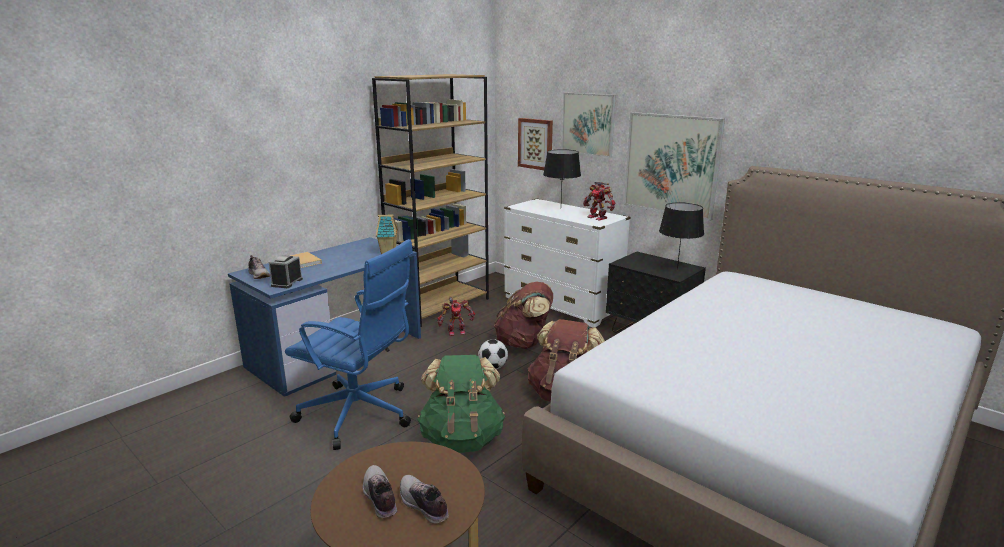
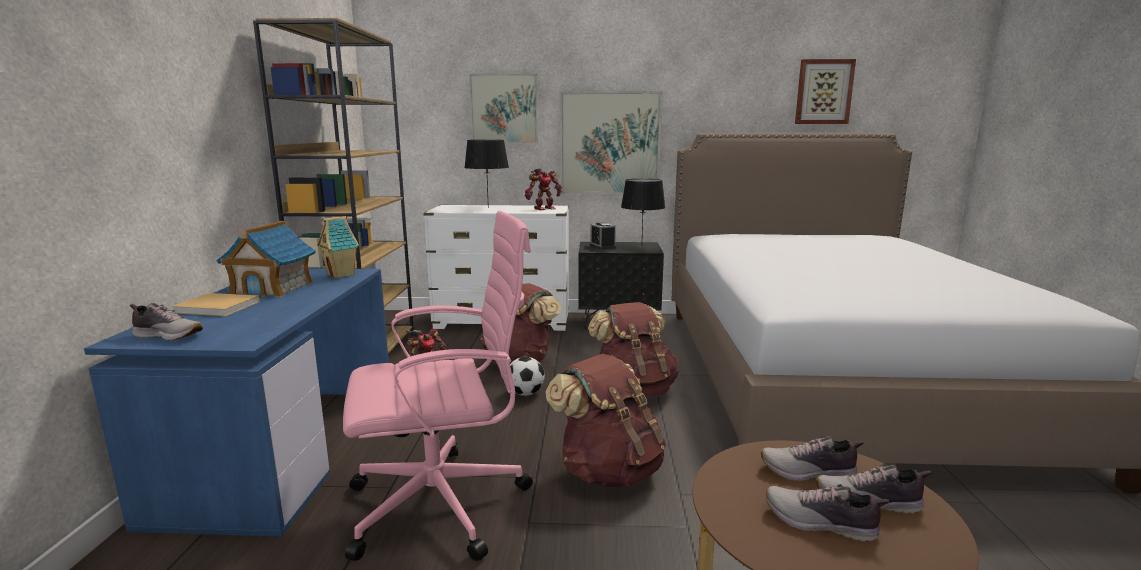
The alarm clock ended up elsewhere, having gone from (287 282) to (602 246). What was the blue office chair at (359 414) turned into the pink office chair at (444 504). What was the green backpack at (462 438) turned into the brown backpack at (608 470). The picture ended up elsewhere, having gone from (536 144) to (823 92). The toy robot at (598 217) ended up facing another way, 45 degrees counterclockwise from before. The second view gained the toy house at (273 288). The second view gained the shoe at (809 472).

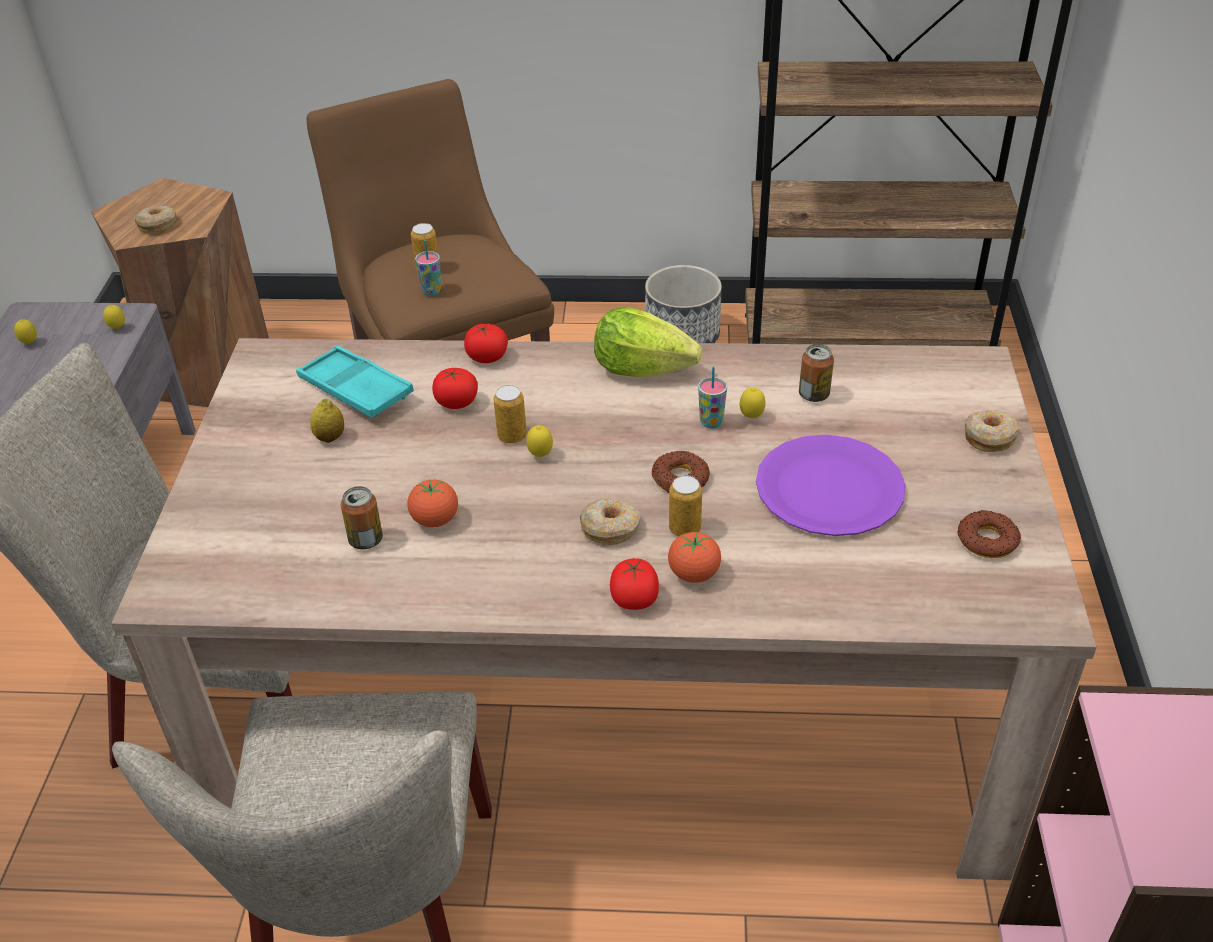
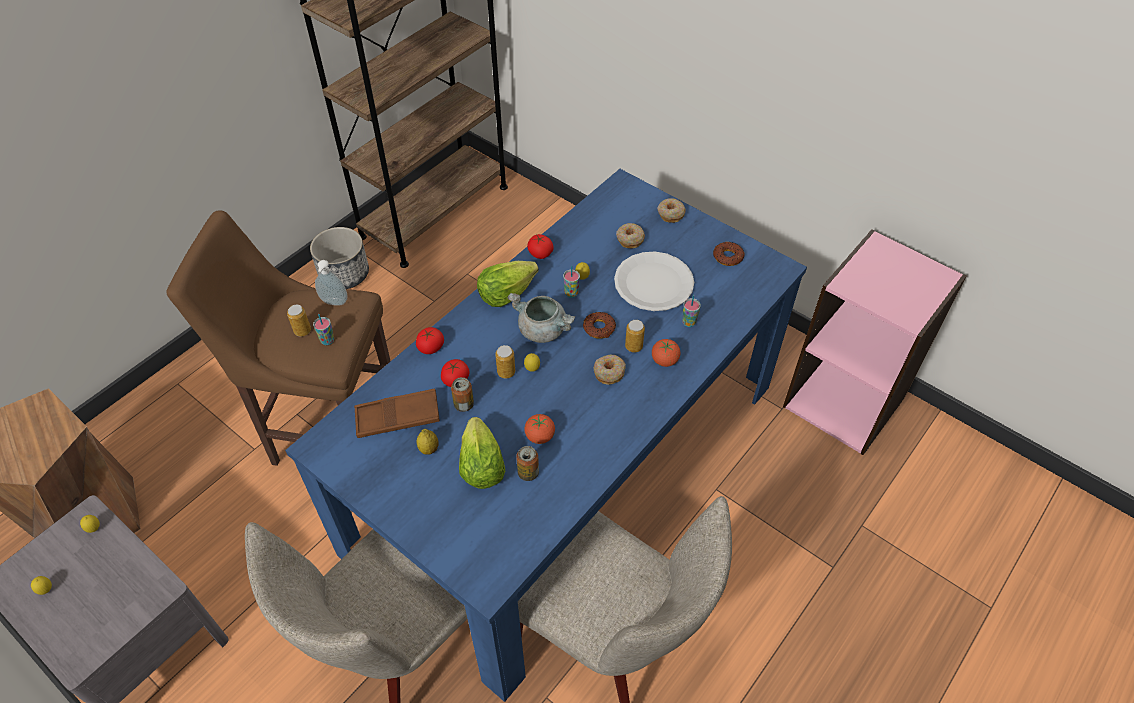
What was the beige dining table at (614 706) turned into the blue dining table at (567 466). The donut ended up elsewhere, having gone from (157 224) to (629 239). What was the turquoise tray at (355 389) turned into the brown tray at (398 417). The tomato ended up elsewhere, having gone from (634 599) to (540 254). What was the purple plate at (830 488) turned into the white plate at (653 283). The can ended up elsewhere, having gone from (814 395) to (464 404). The second view gained the soap dispenser at (334 303). The second view gained the lettuce at (481 467). The second view gained the grey cooking pot at (543 330). The second view gained the cup at (689 322).

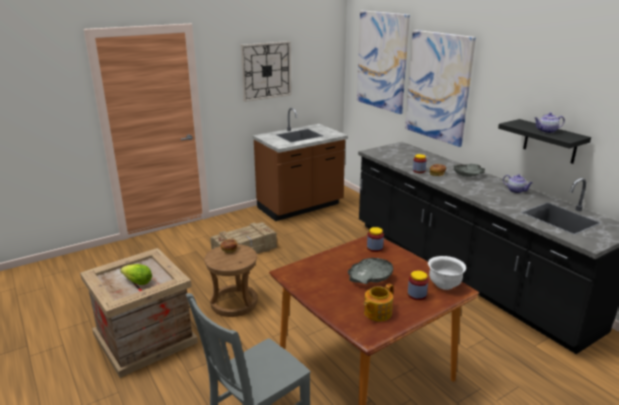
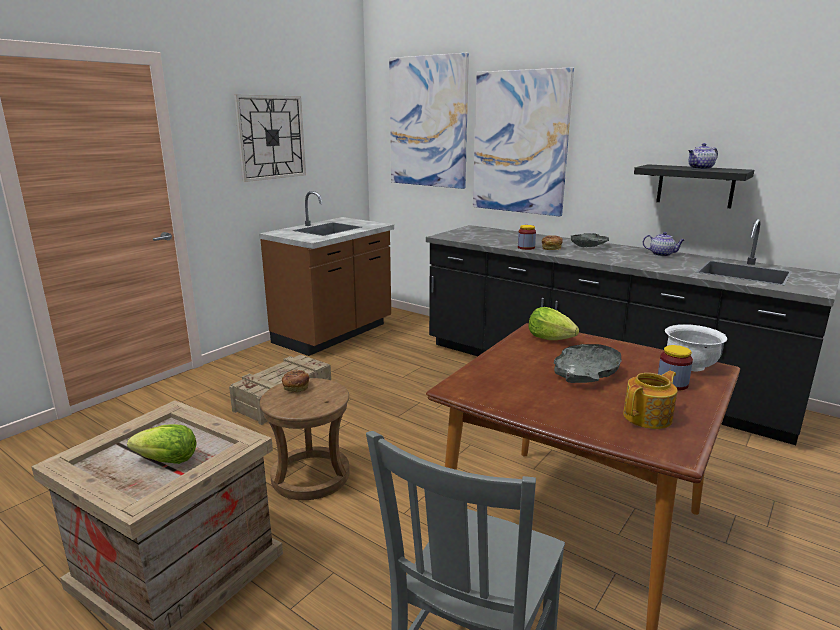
The teapot at (377 313) ended up facing another way, 150 degrees counterclockwise from before. Where the jar stood at (374 248), the lettuce came to stand at (550 338).

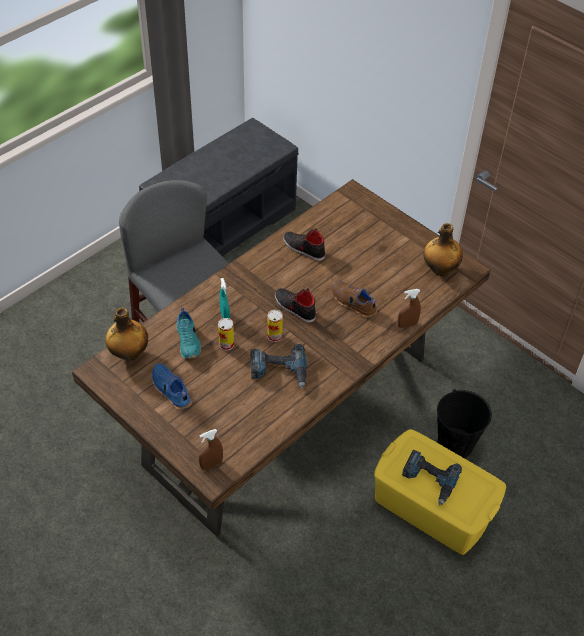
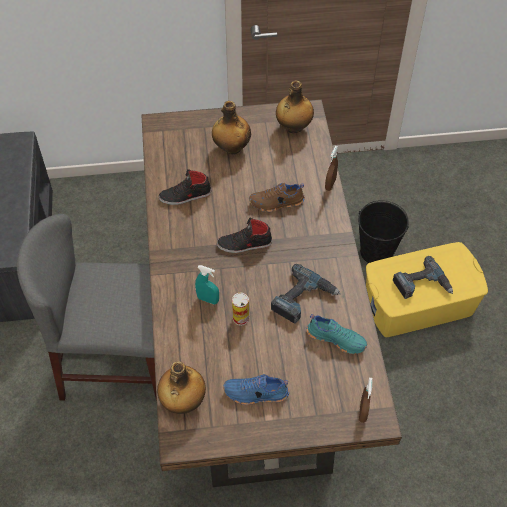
The turquoise shoe ended up elsewhere, having gone from (189 341) to (336 338). The second view lost the can at (274 336). The second view gained the bottle at (231 148).

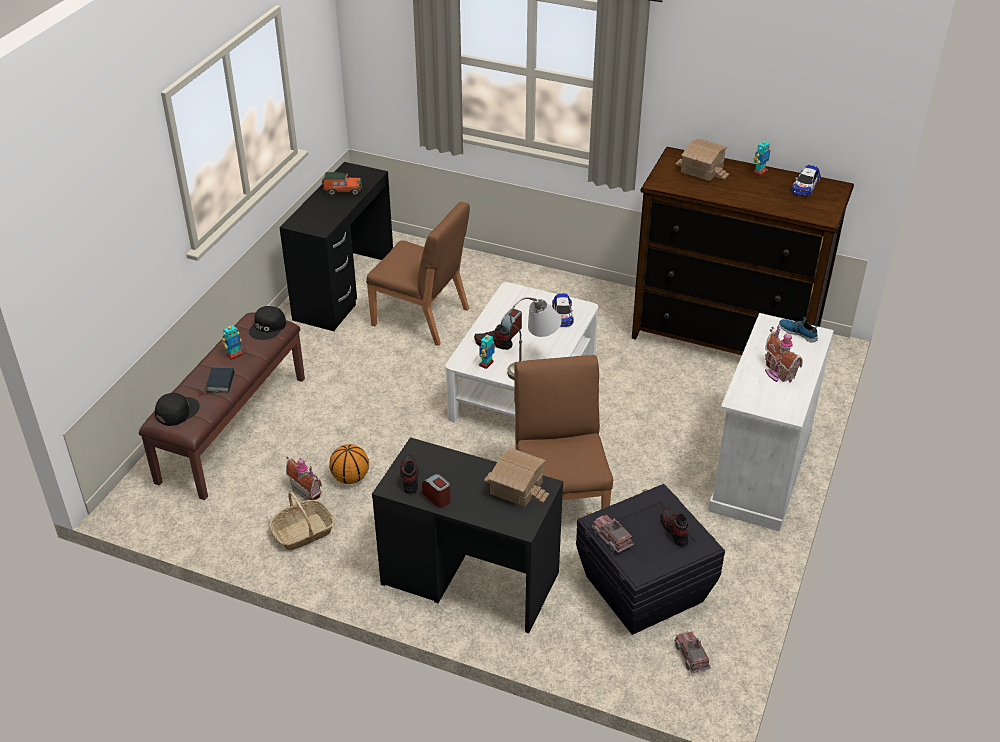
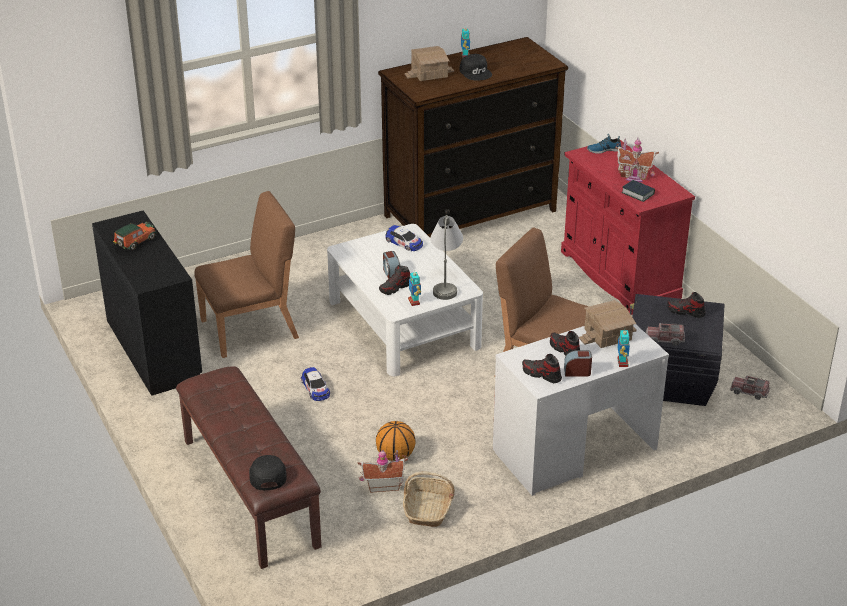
The book ended up elsewhere, having gone from (221 383) to (637 193). The toy robot ended up elsewhere, having gone from (234 355) to (622 362). The black cap ended up elsewhere, having gone from (268 327) to (476 72). What was the black desk at (469 578) turned into the white desk at (574 449). What was the white cabinet at (760 471) turned into the red cabinet at (619 275). The toy car ended up elsewhere, having gone from (805 186) to (315 388). The second view gained the shoe at (565 350).

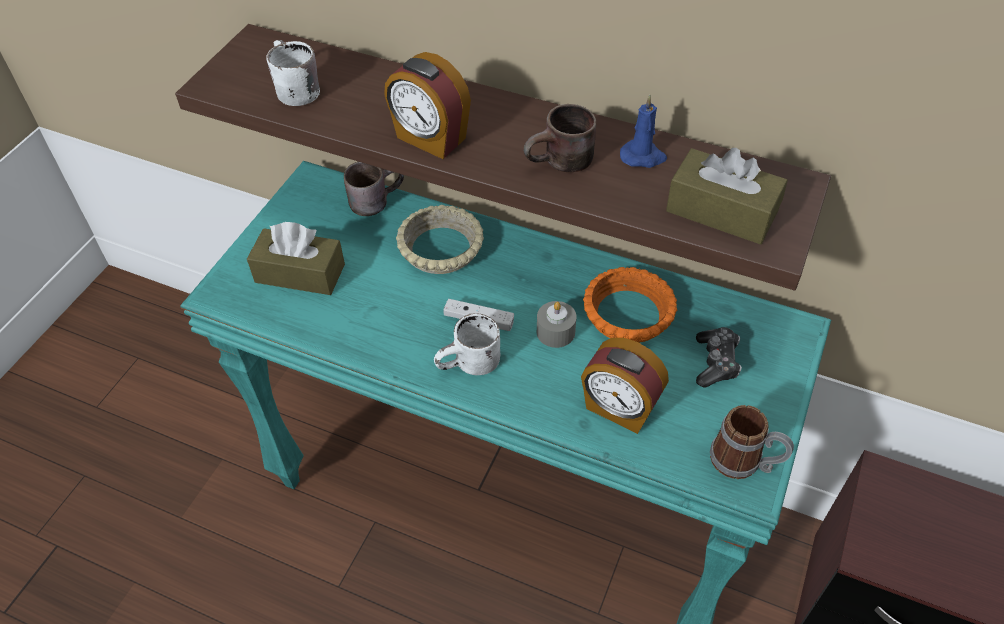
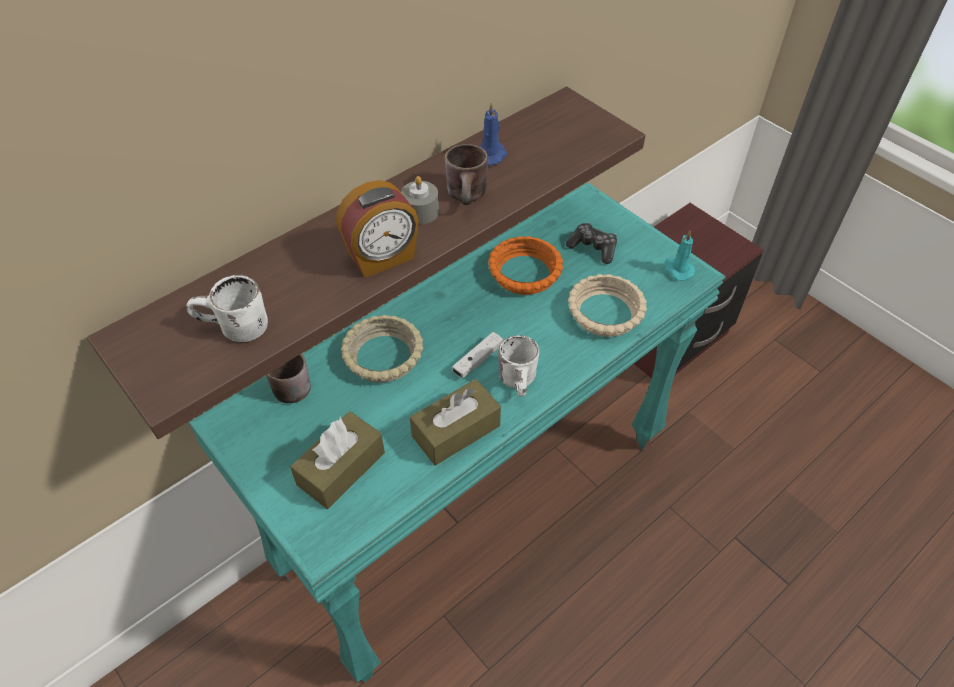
The grey candle ended up elsewhere, having gone from (555 332) to (420 211). Where the alarm clock stood at (619 408), the beige bowl came to stand at (605 312). The brown tissue box ended up elsewhere, having gone from (721 211) to (456 431). Where the mug stood at (744 462), the turquoise candle came to stand at (677 270).

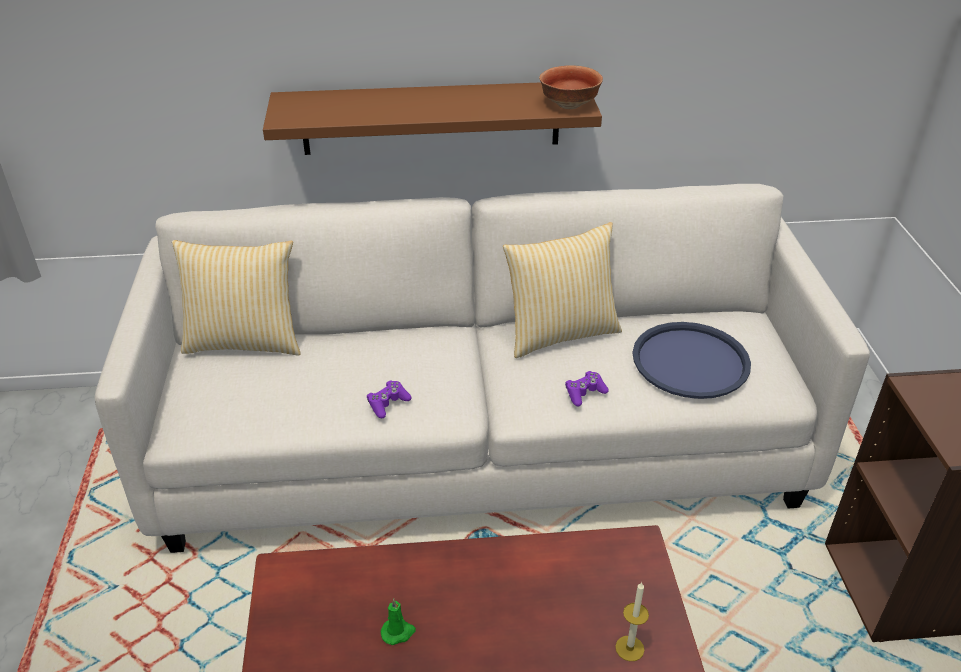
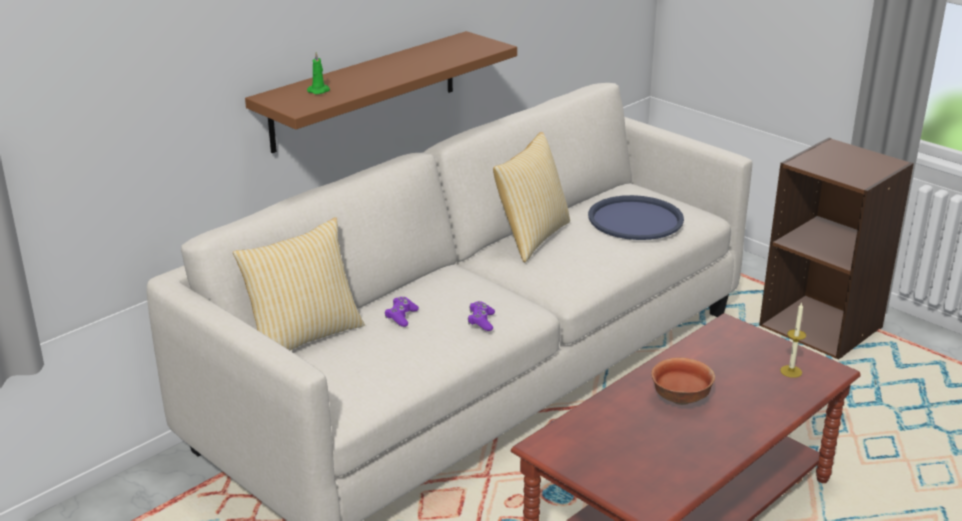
The green candle ended up elsewhere, having gone from (398 632) to (319 91). The bowl ended up elsewhere, having gone from (568 105) to (681 399). The purple game controller ended up elsewhere, having gone from (584 393) to (401 317).

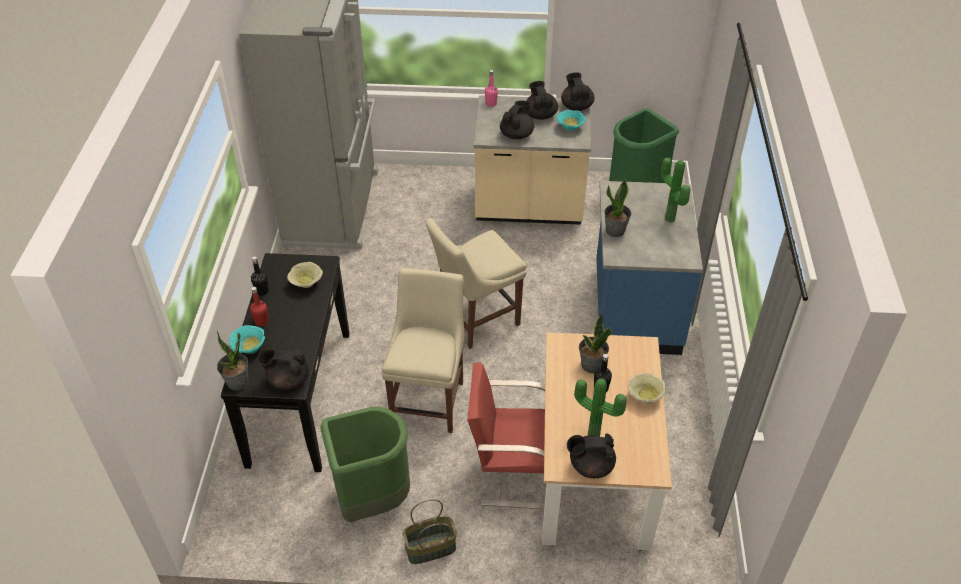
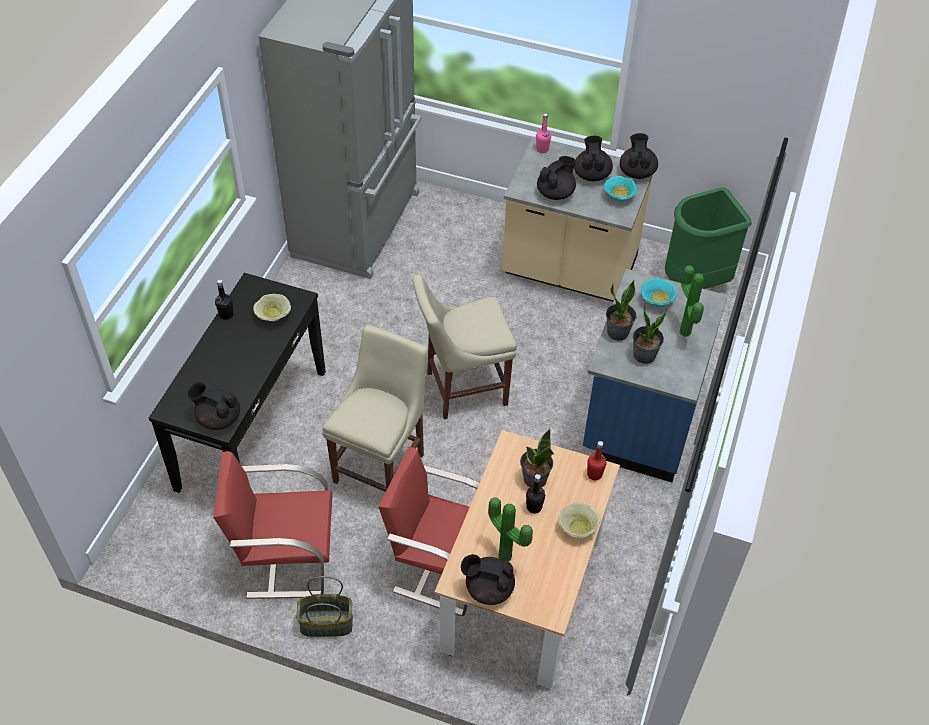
The potted plant ended up elsewhere, having gone from (237 382) to (644 355). The turquoise bowl ended up elsewhere, having gone from (249 347) to (657 300). The red bottle ended up elsewhere, having gone from (261 321) to (594 474). Where the green trash can stood at (371 500), the red chair came to stand at (285 558).

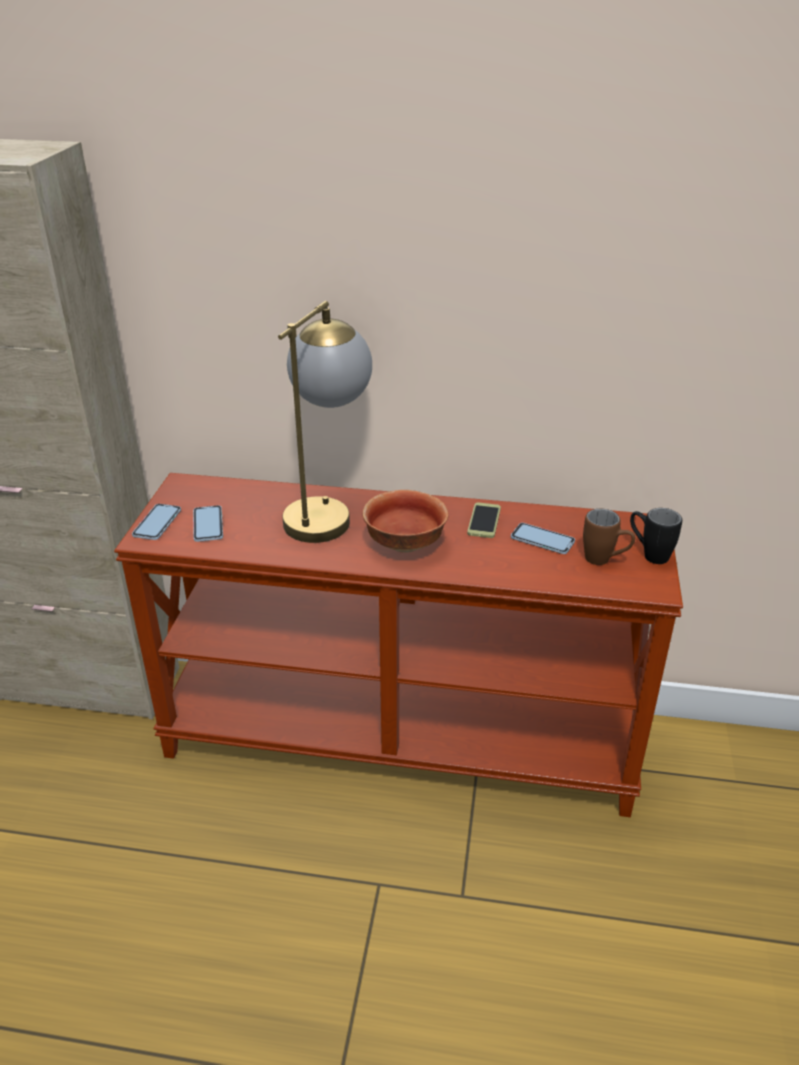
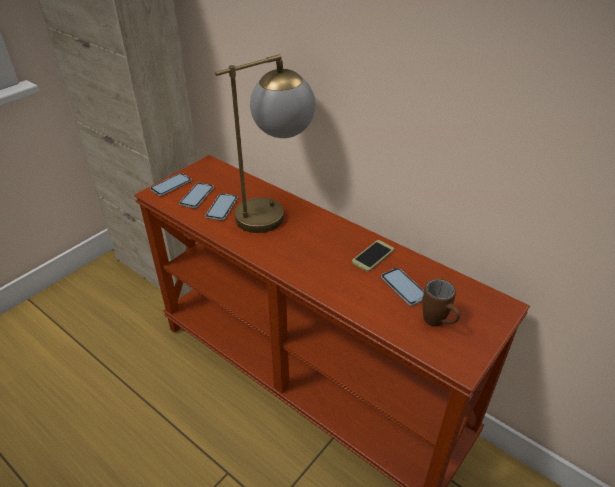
The second view lost the bowl at (405 543). The second view lost the black mug at (648 554). The second view gained the phone at (222 207).

